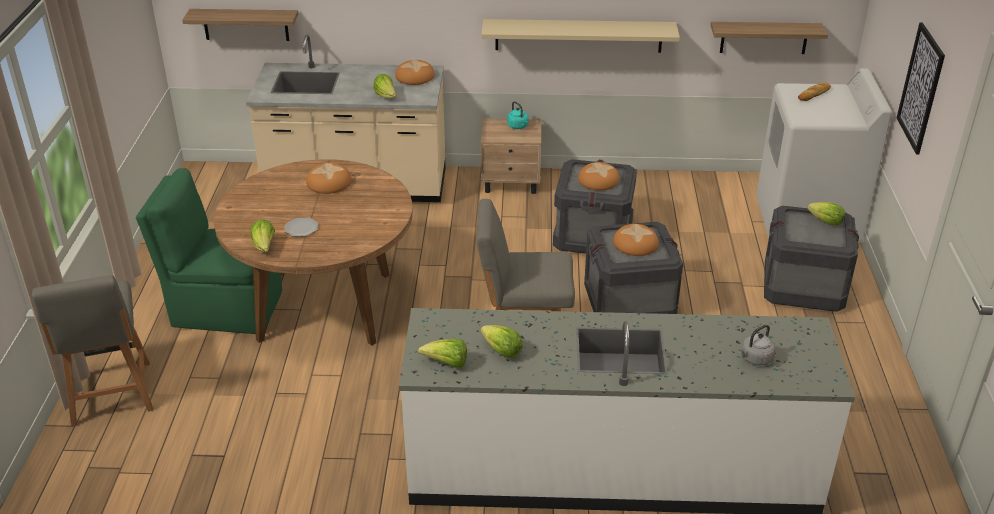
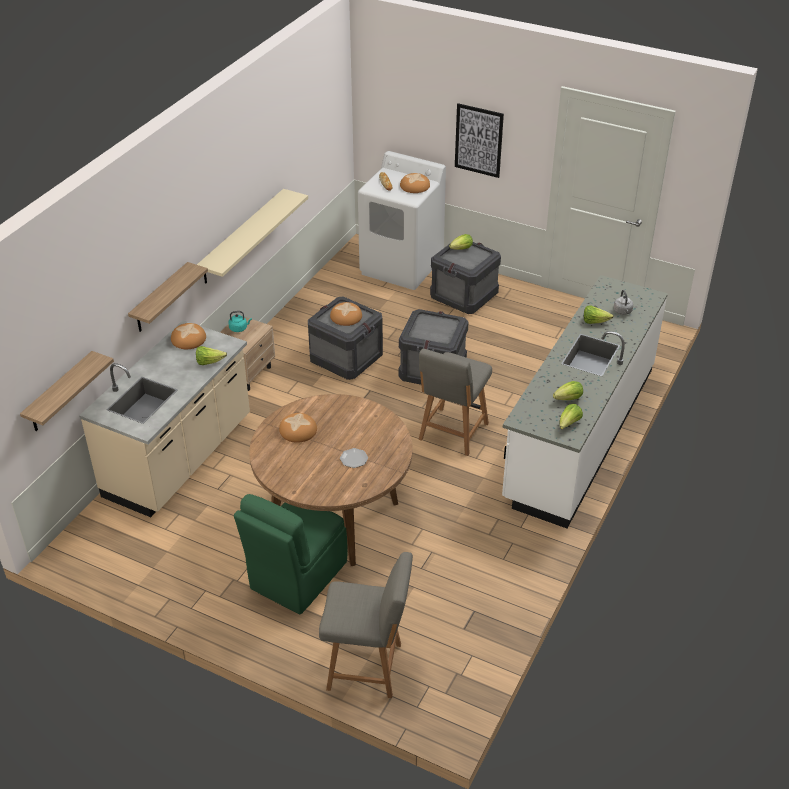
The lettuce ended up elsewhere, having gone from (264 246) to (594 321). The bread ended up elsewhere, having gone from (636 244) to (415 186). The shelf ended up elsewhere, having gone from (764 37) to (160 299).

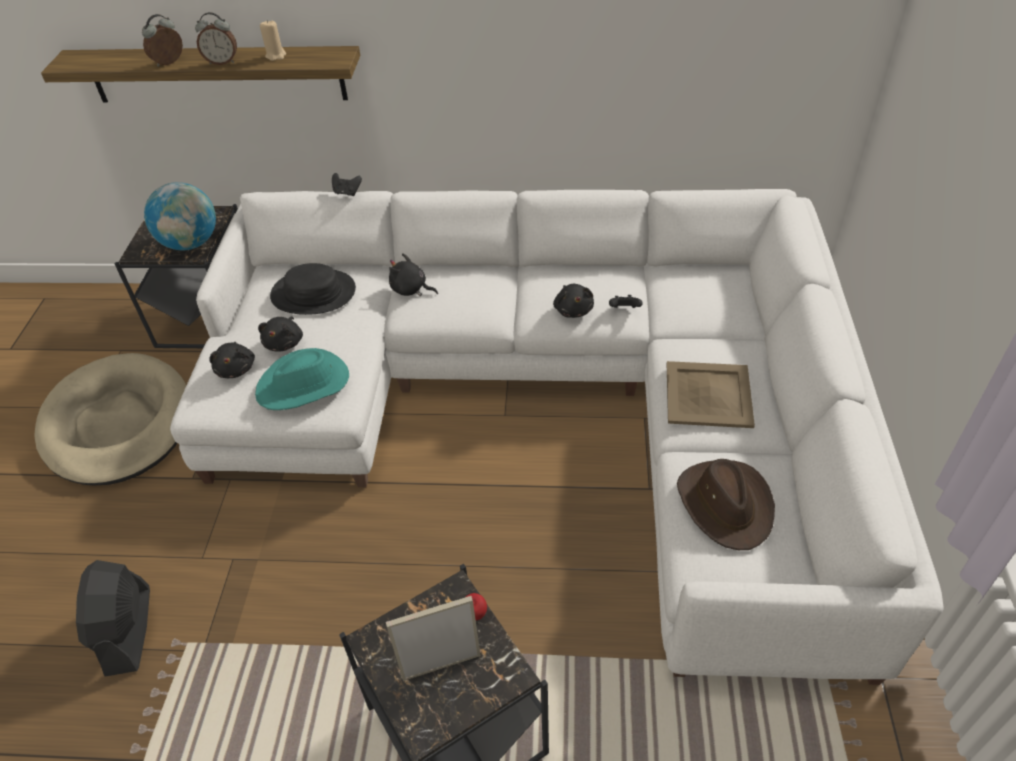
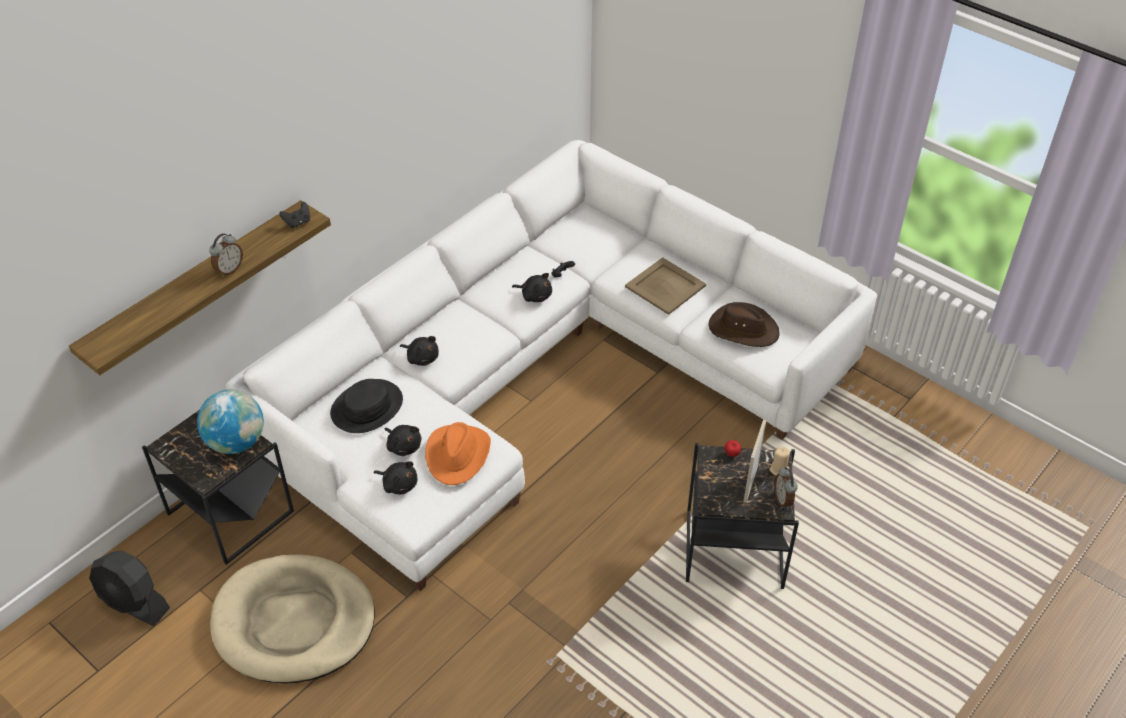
The black fan ended up elsewhere, having gone from (128 631) to (134 603). The alarm clock ended up elsewhere, having gone from (170 63) to (783 499). What was the turquoise hat at (304 384) turned into the orange hat at (458 455). The beige candle ended up elsewhere, having gone from (276 56) to (779 470). The black game controller ended up elsewhere, having gone from (347 192) to (298 222). The black plush toy at (411 289) ended up facing another way, 120 degrees counterclockwise from before.

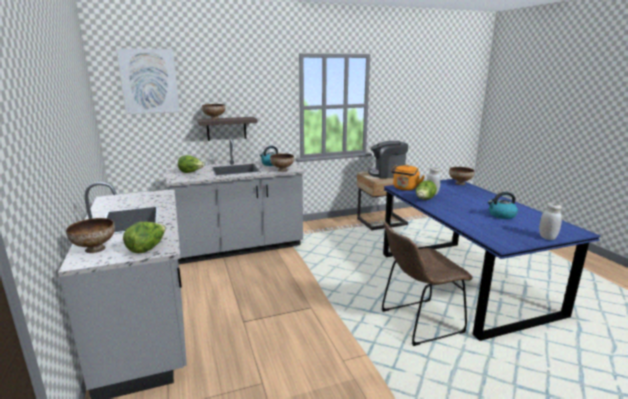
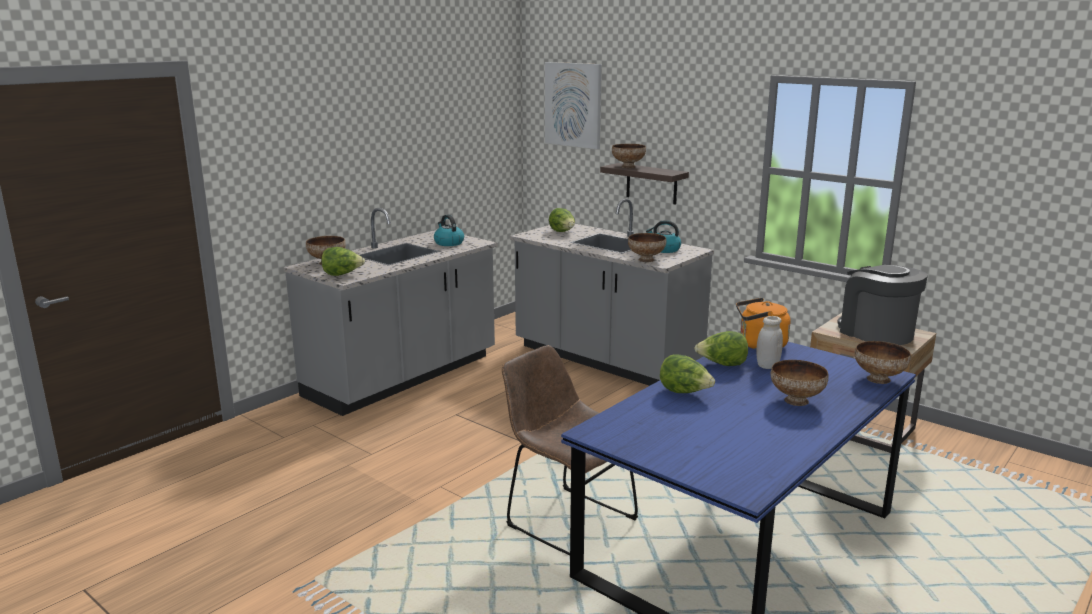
The kettle ended up elsewhere, having gone from (501 215) to (448 243). The second view lost the white jar at (547 237). The second view gained the lettuce at (684 392). The second view gained the bowl at (797 400).

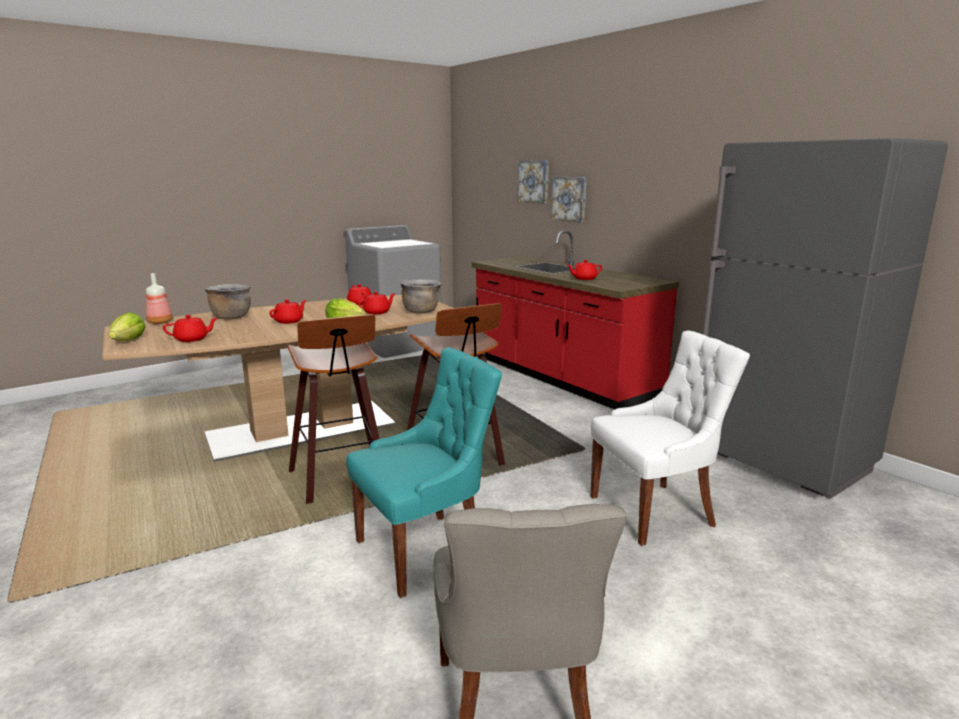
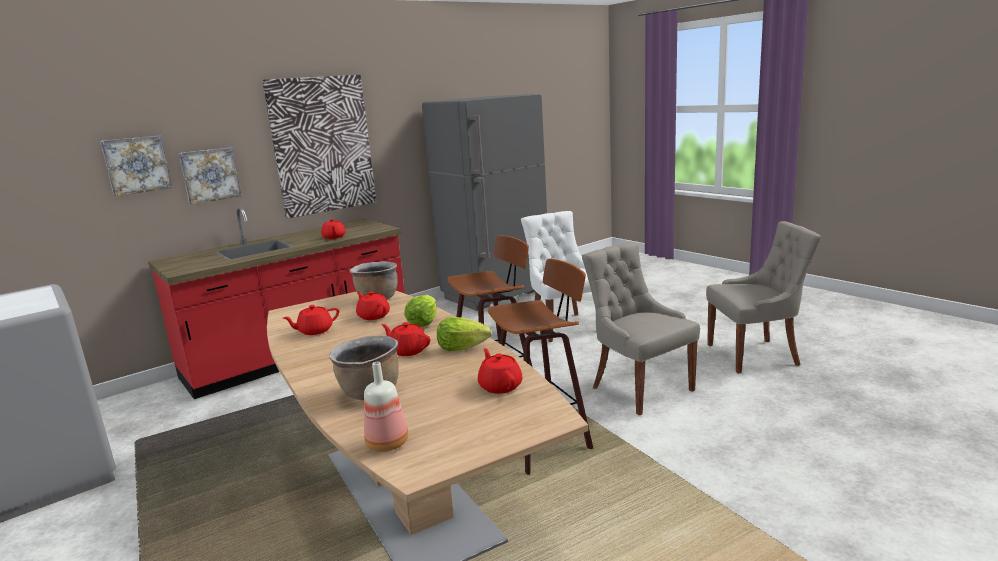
The lettuce ended up elsewhere, having gone from (129 341) to (461 348). What was the turquoise chair at (425 550) turned into the grey chair at (639 388). The second view gained the picture at (322 145).

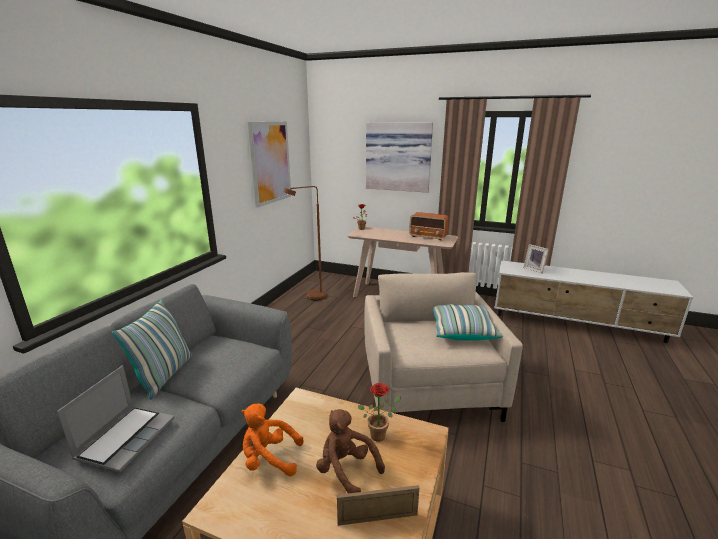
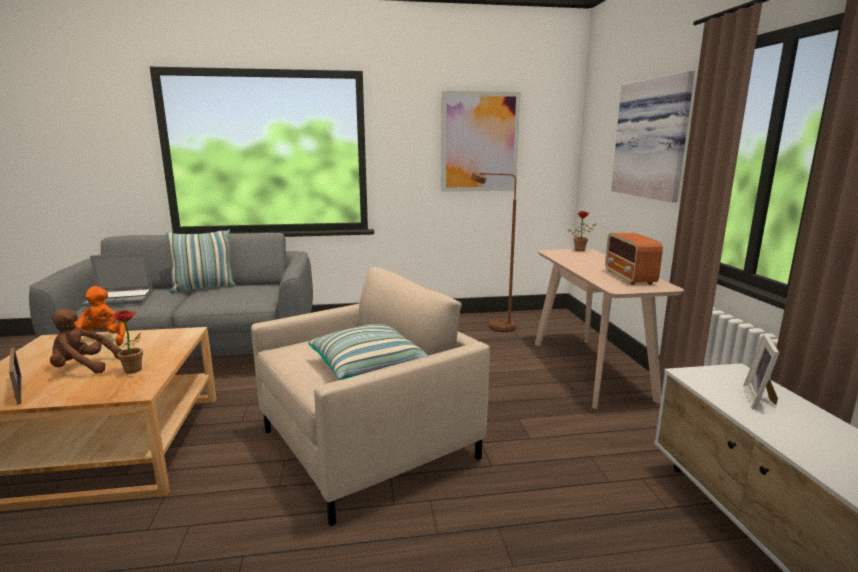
The brown plush toy at (346 470) ended up facing another way, 105 degrees counterclockwise from before.

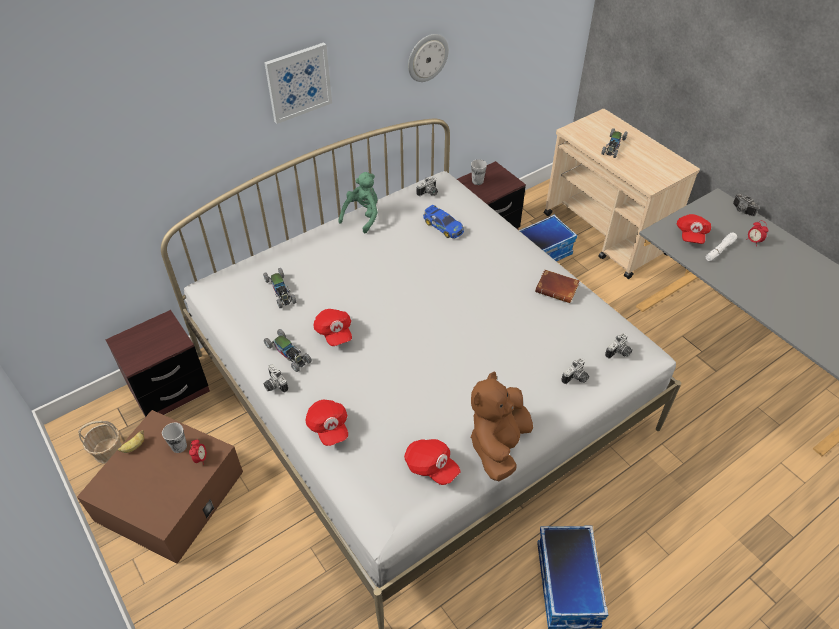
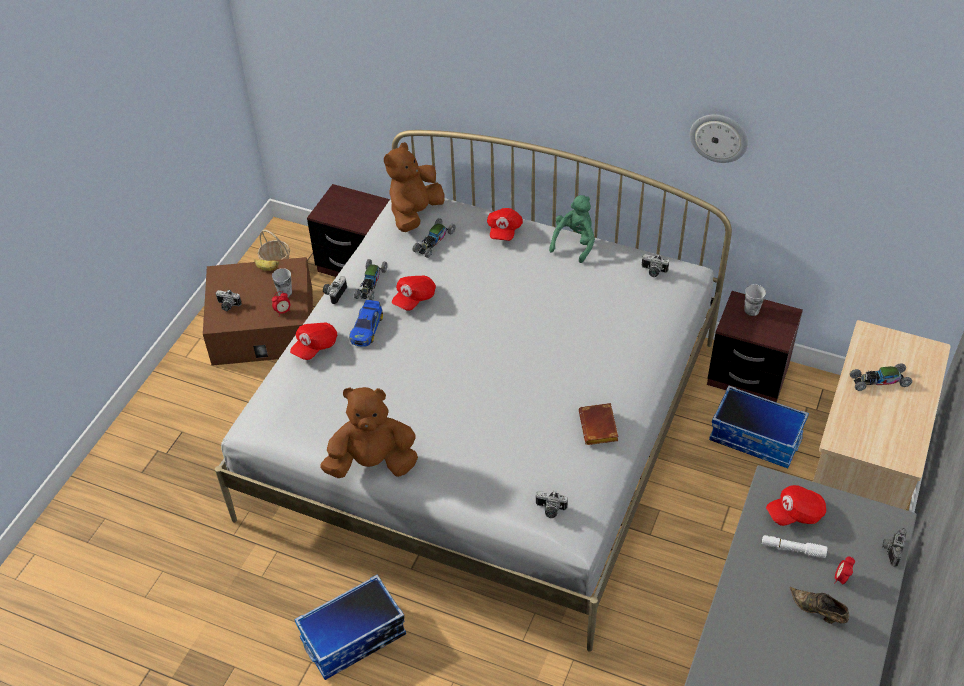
The second view lost the picture at (298 82). The green plush toy at (362 216) ended up facing another way, 60 degrees counterclockwise from before. The red cap ended up elsewhere, having gone from (431 467) to (504 231). The toy car ended up elsewhere, having gone from (443 226) to (367 328). The photo camera ended up elsewhere, having gone from (576 378) to (227 306). The second view gained the brown plush toy at (415 213). The second view gained the brown shoe at (818 612).

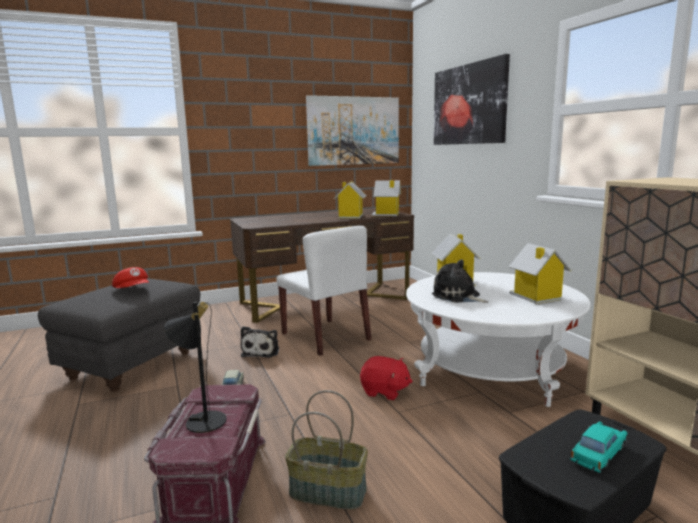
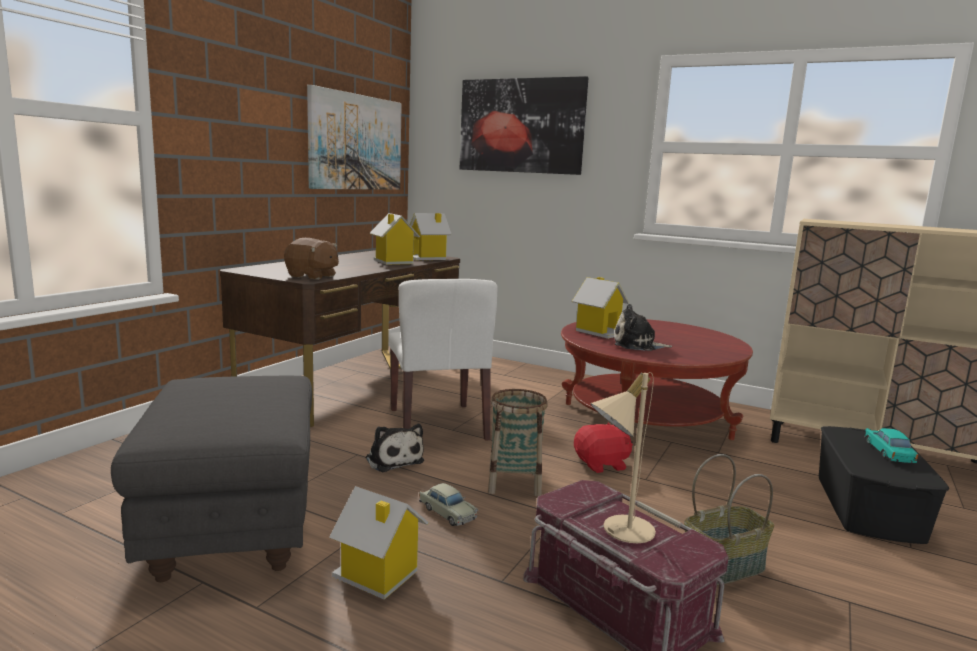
The second view lost the red cap at (133 290). What was the black table lamp at (201 419) turned into the beige table lamp at (618 529). The white chair at (326 336) ended up facing another way, 60 degrees clockwise from before. What was the white coffee table at (489 369) turned into the red coffee table at (644 420). The toy house ended up elsewhere, having gone from (536 297) to (377 576). The second view gained the brown plush toy at (312 276). The second view gained the basket at (514 483).

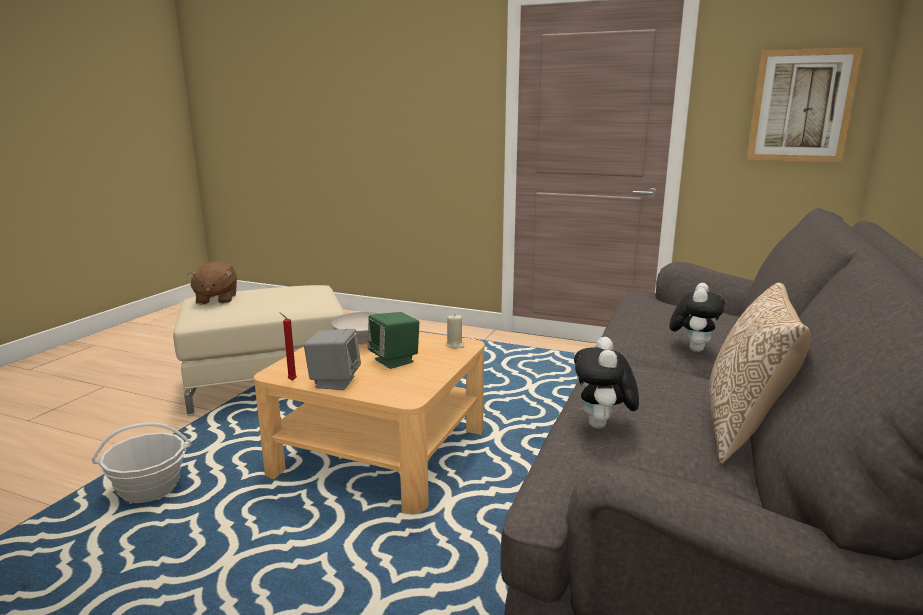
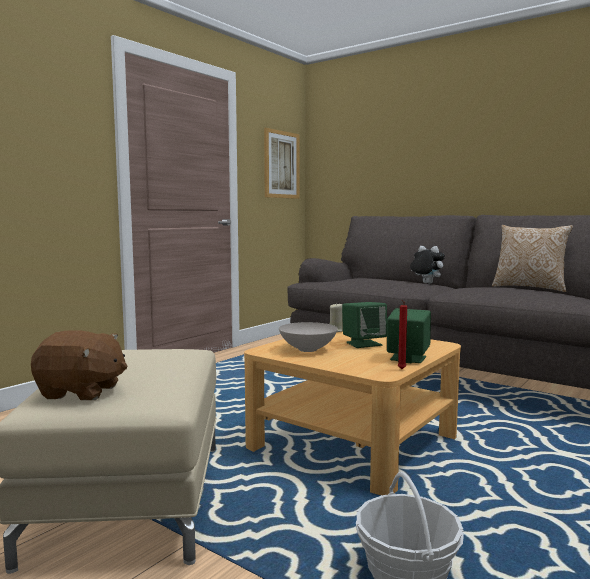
What was the grey speaker at (334 381) turned into the green speaker at (407 358). The second view lost the plush toy at (602 426).

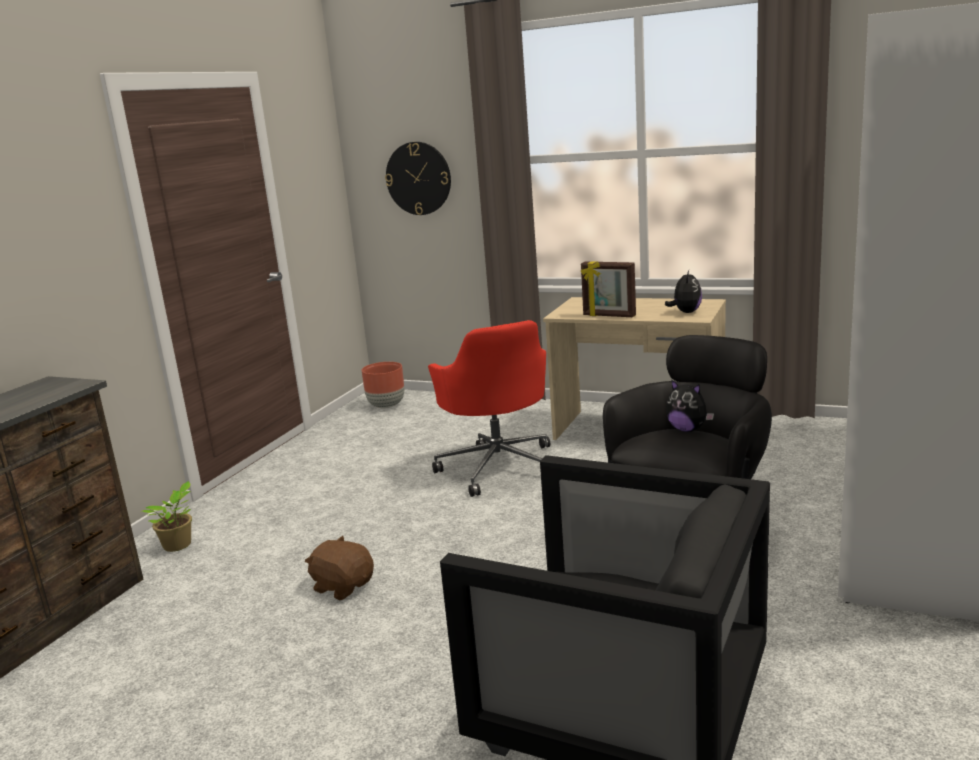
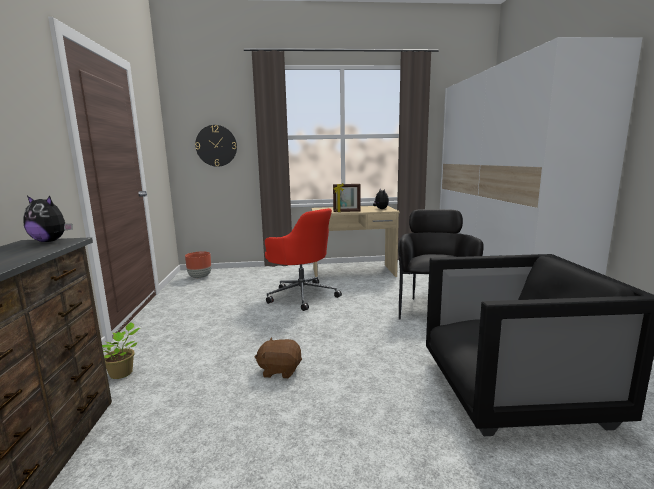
The plush toy ended up elsewhere, having gone from (687 429) to (50 241).

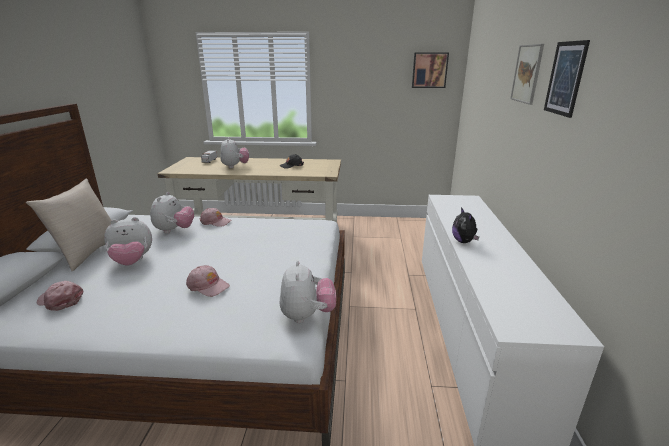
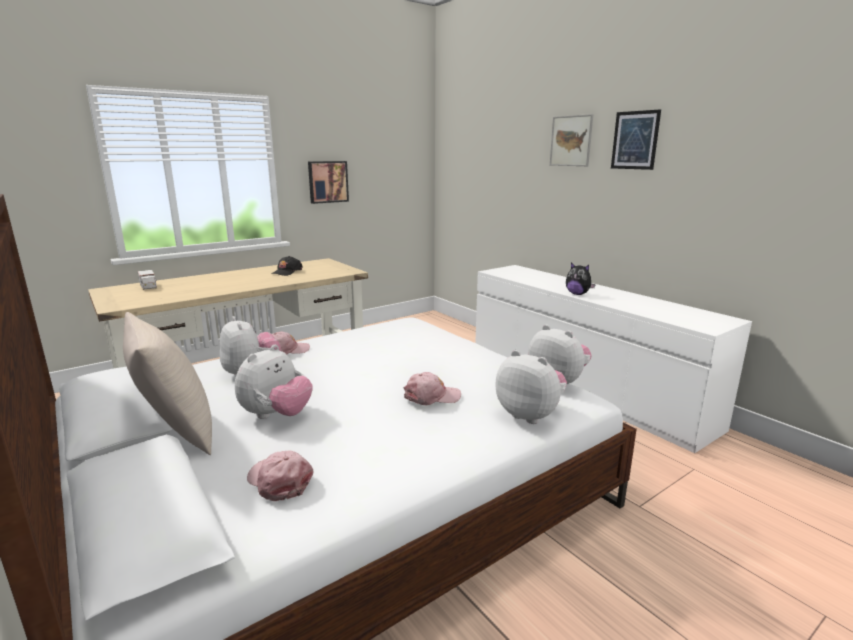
The pink cap at (60 300) ended up facing another way, 60 degrees clockwise from before. The plush toy ended up elsewhere, having gone from (235 166) to (530 415). The picture ended up elsewhere, having gone from (429 70) to (327 182).

